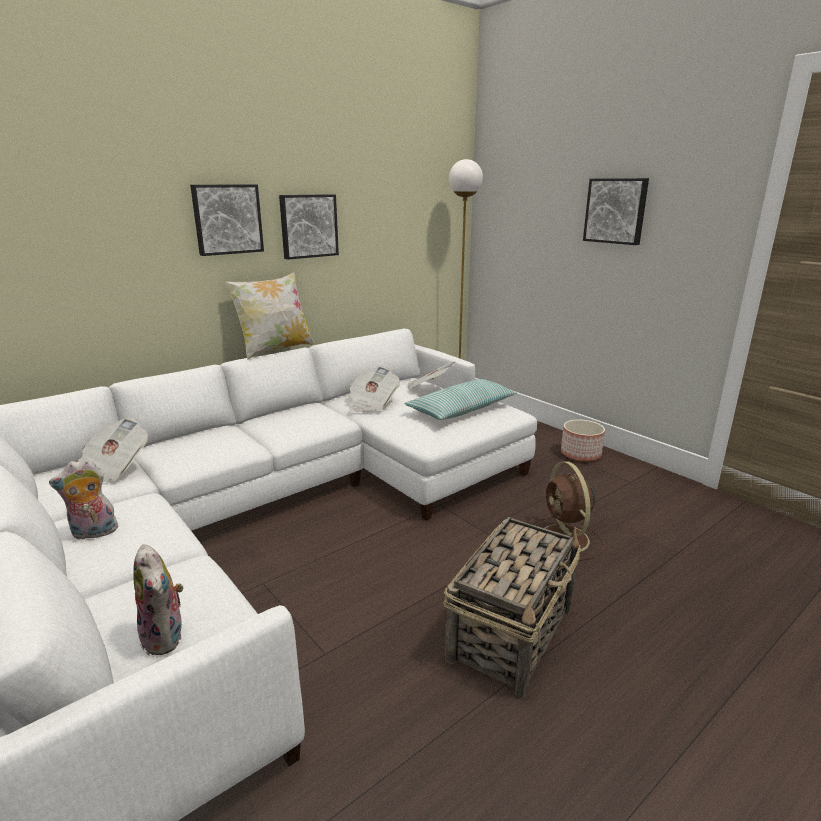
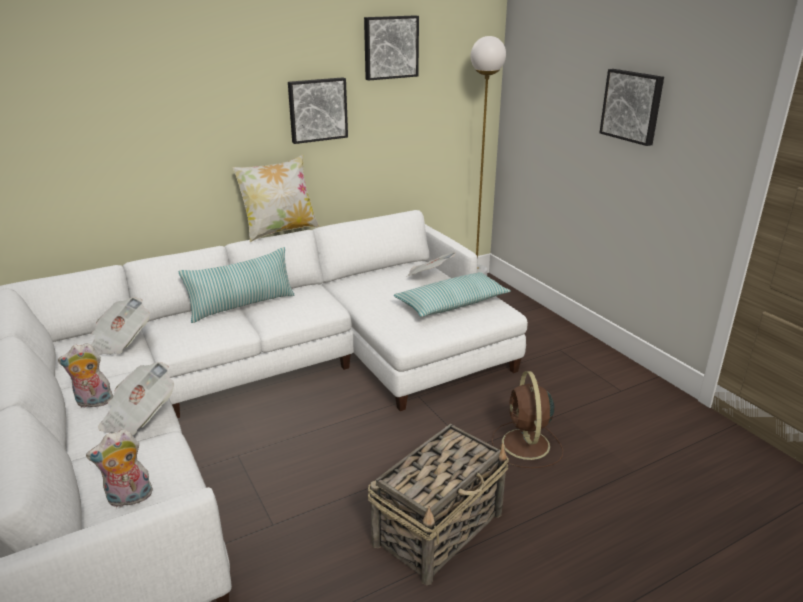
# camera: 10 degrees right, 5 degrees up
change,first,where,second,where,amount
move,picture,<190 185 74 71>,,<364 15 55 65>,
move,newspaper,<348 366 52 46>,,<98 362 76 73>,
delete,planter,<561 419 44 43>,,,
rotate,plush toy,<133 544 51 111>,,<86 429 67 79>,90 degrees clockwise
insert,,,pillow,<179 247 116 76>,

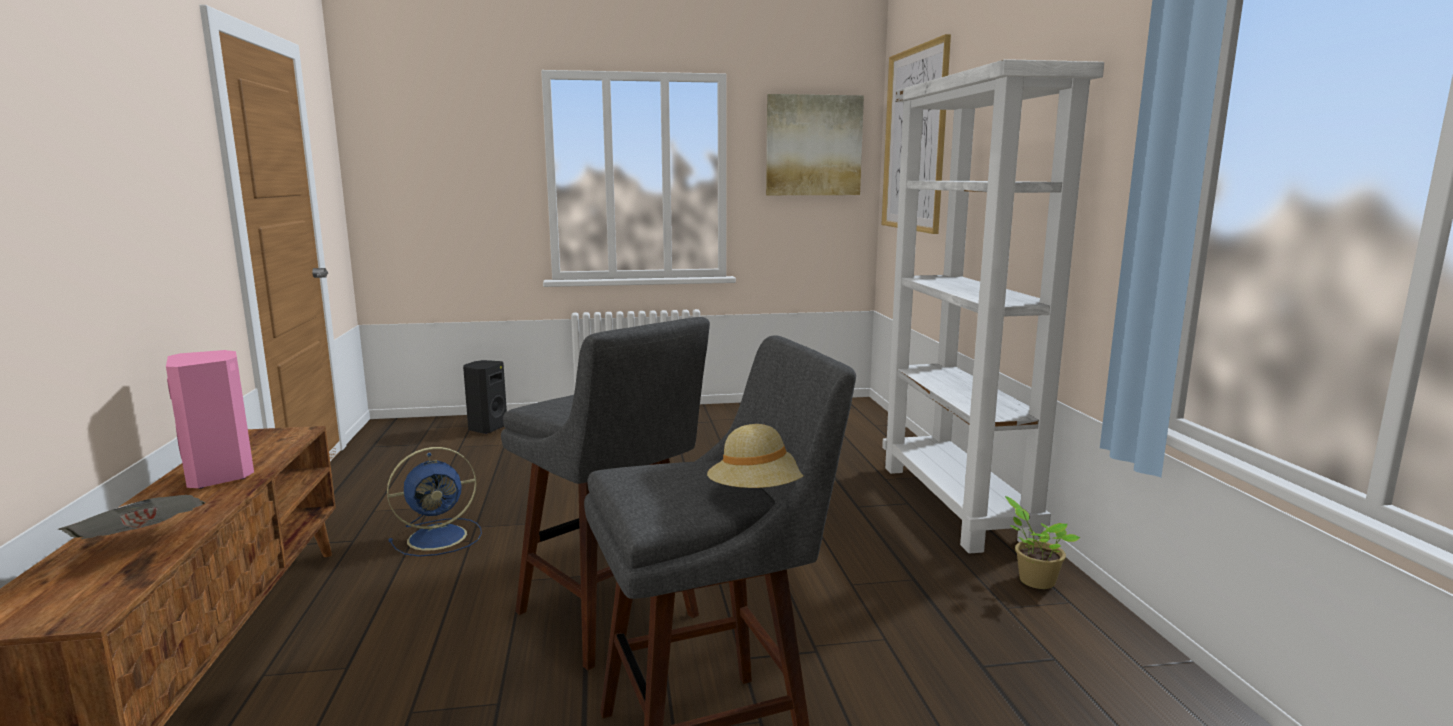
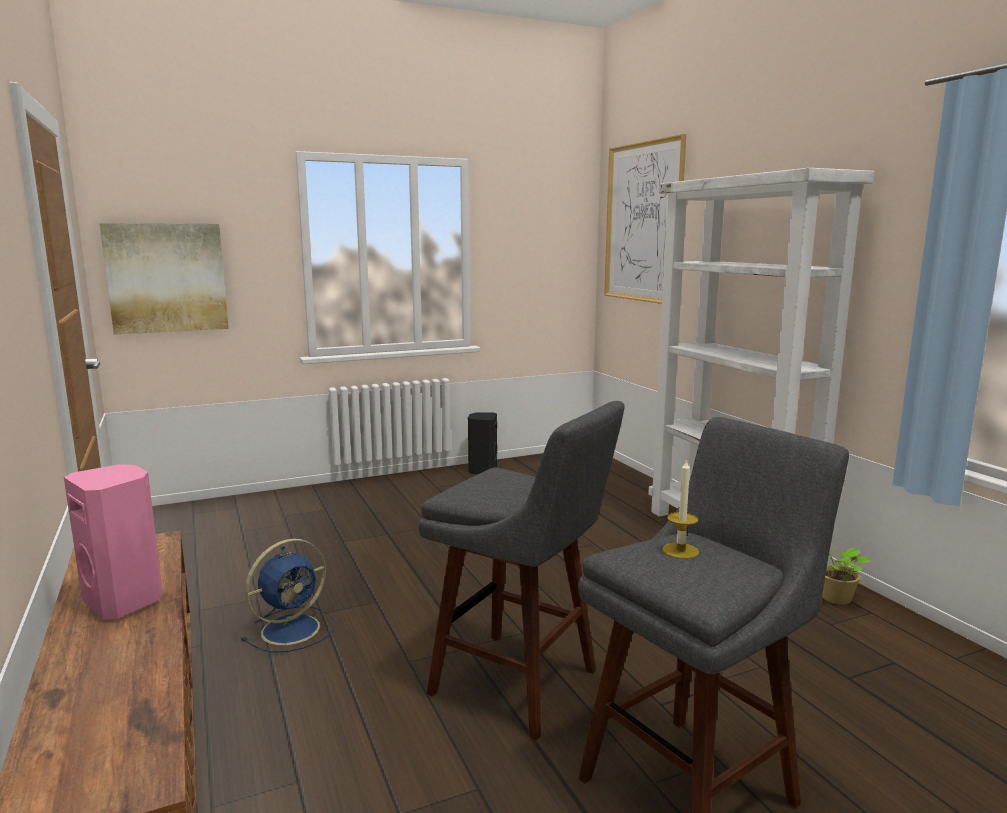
# camera: 15 degrees left, 0 degrees up
change,first,where,second,where,amount
move,picture,<766 94 98 101>,,<100 223 129 111>,
move,black speaker,<463 360 44 74>,,<468 412 29 62>,
delete,beige hat,<707 424 96 64>,,,
delete,newspaper,<57 495 148 44>,,,
insert,,,candle,<662 458 37 101>,

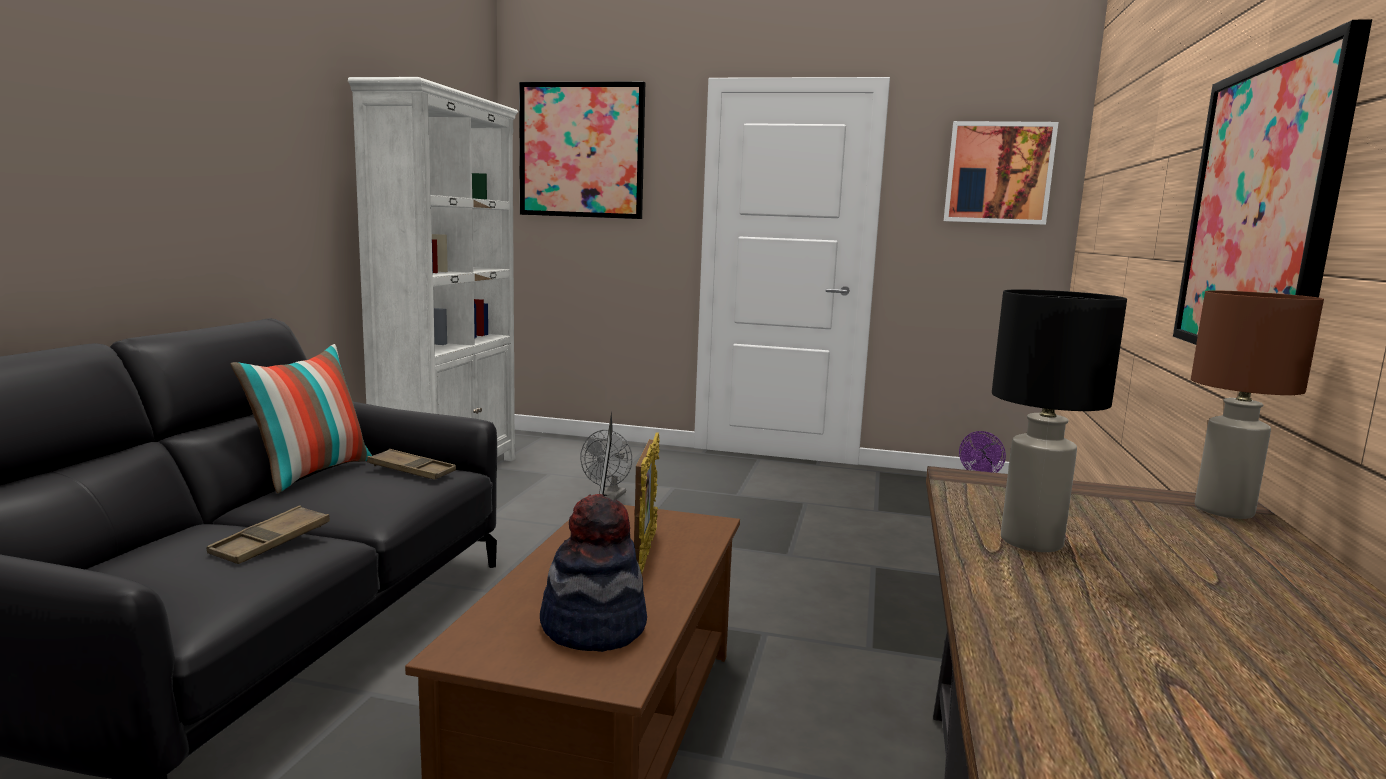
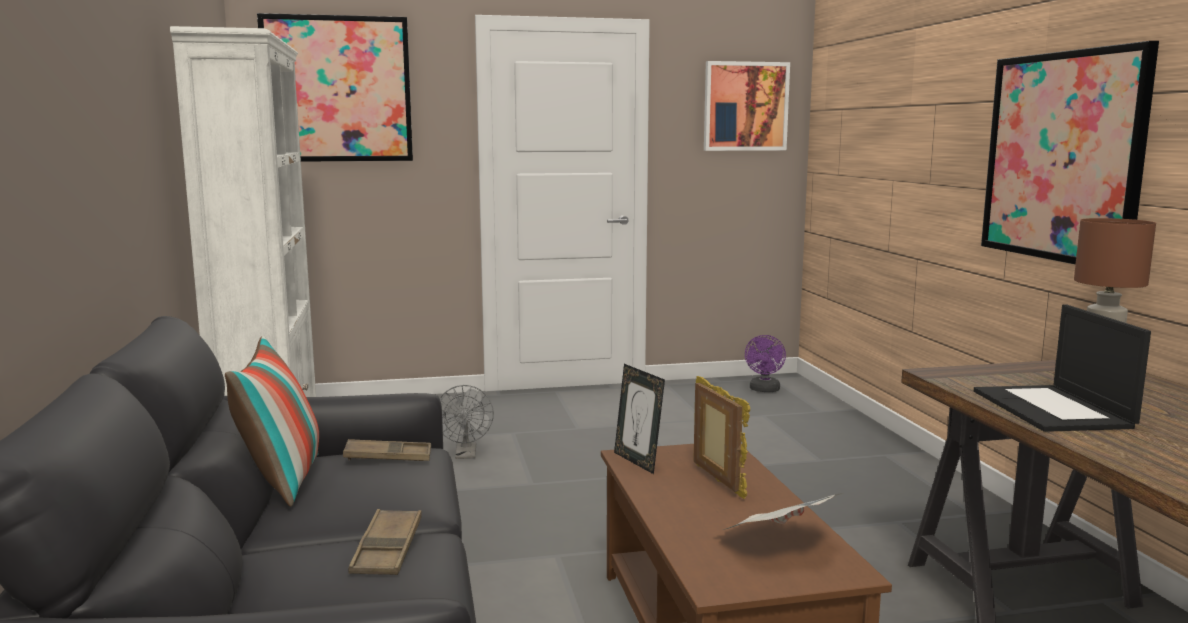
# camera: 25 degrees left, 0 degrees up
change,first,where,second,where,amount
replace,black table lamp,<992 289 135 263>,laptop,<974 304 177 128>,
replace,hat,<540 494 107 158>,newspaper,<723 493 120 37>,

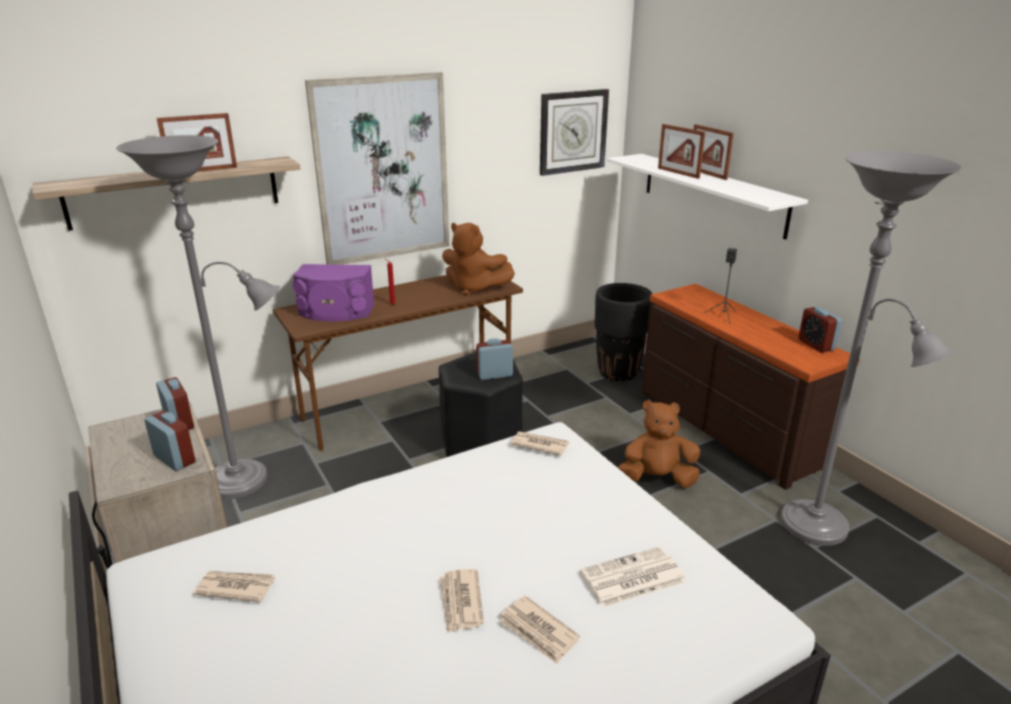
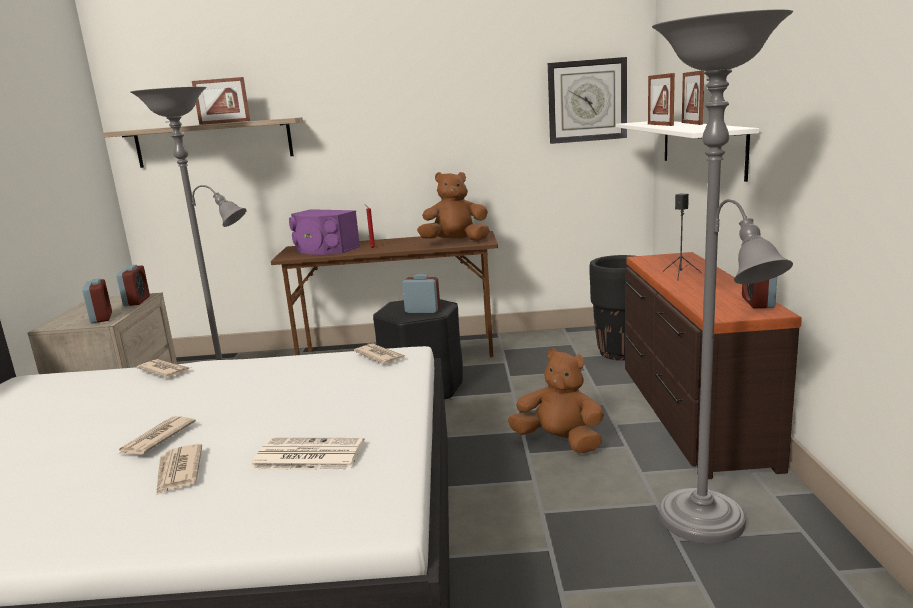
# camera: 30 degrees right, 10 degrees down
change,first,where,second,where,amount
delete,picture,<305 72 144 193>,,,
rotate,brown plush toy,<442 223 73 73>,,<417 172 73 69>,120 degrees clockwise
move,newspaper,<193 571 82 31>,,<137 359 53 19>,

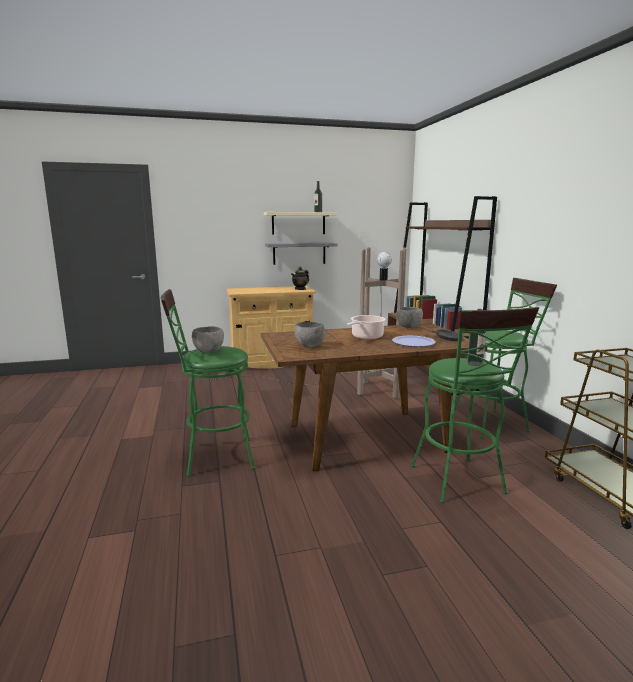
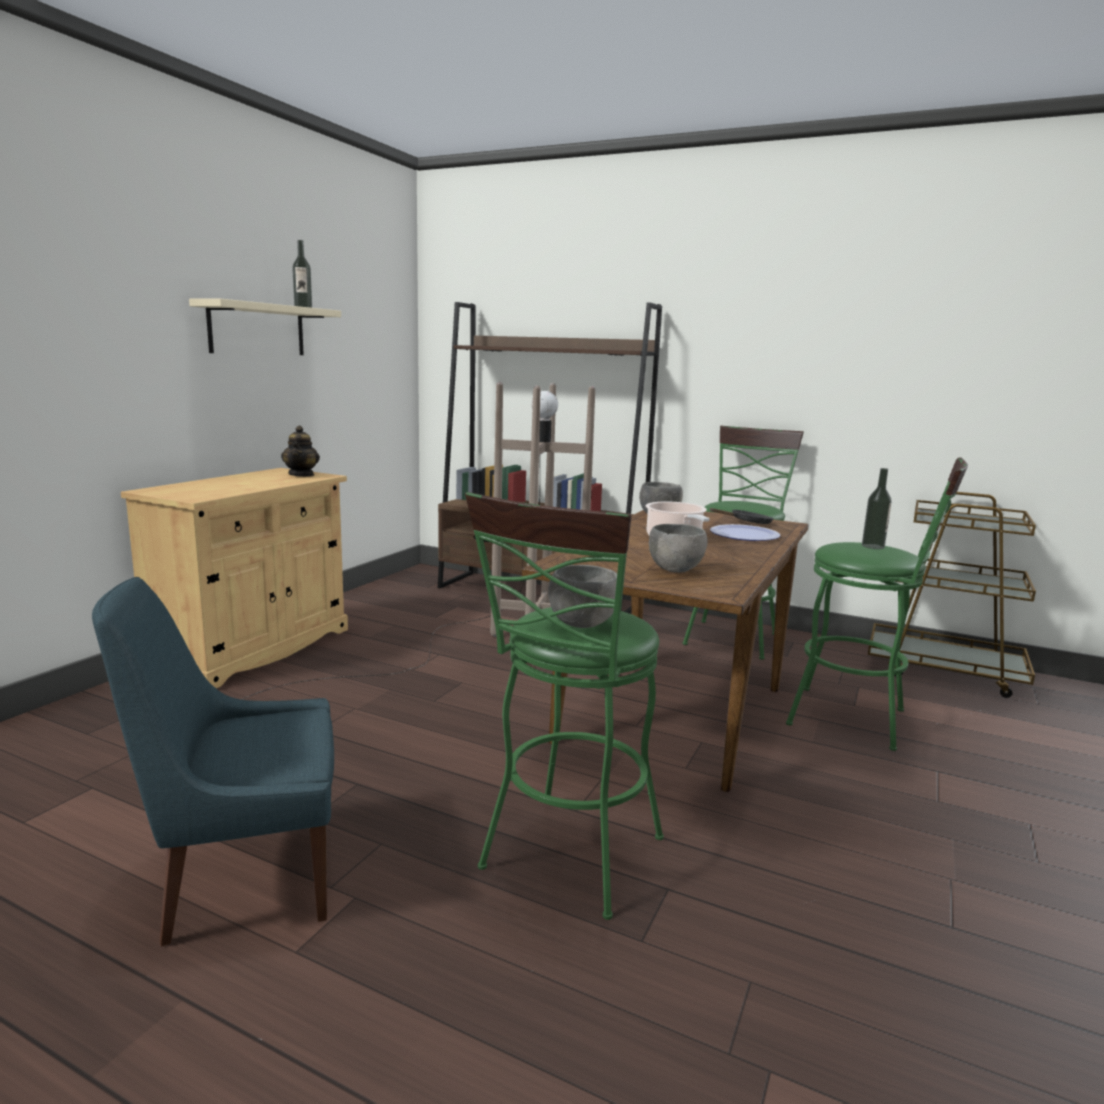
# camera: 50 degrees left, 0 degrees up
change,first,where,second,where,amount
delete,grey shelf,<265 243 73 22>,,,
insert,,,blue chair,<92 577 242 370>,

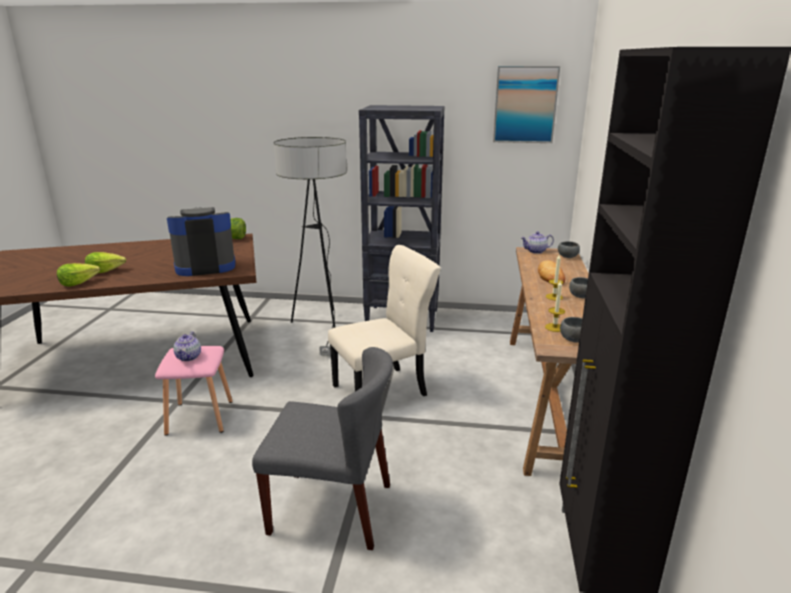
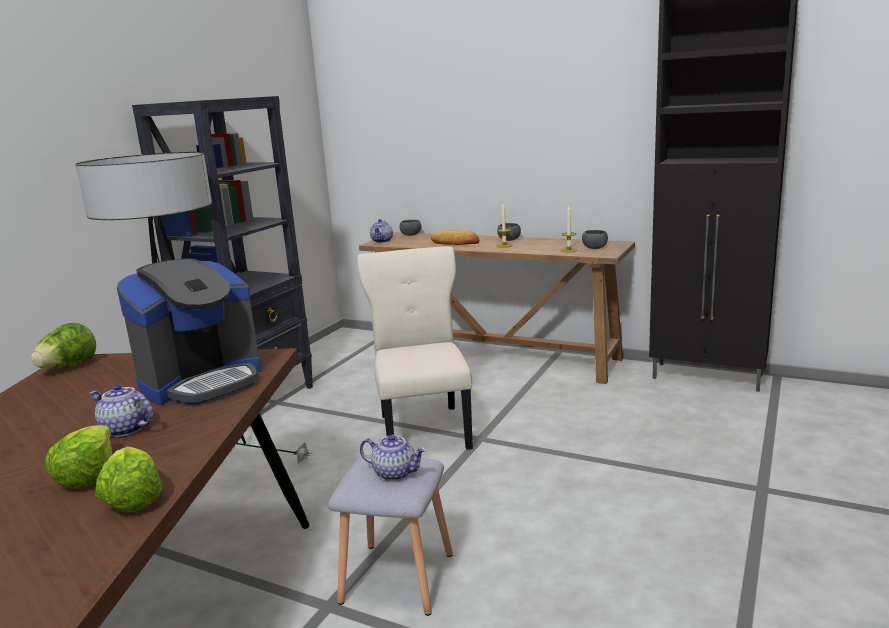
# camera: 70 degrees left, 5 degrees down
change,first,where,second,where,amount
delete,picture,<493 66 67 77>,,,
rotate,coffee machine,<167 207 68 69>,,<117 259 145 147>,135 degrees counterclockwise
recolor,pink stool,<155 346 77 90>,grey stool,<328 455 125 161>,
delete,grey chair,<252 347 141 203>,,,
insert,,,teapot,<89 384 65 53>,

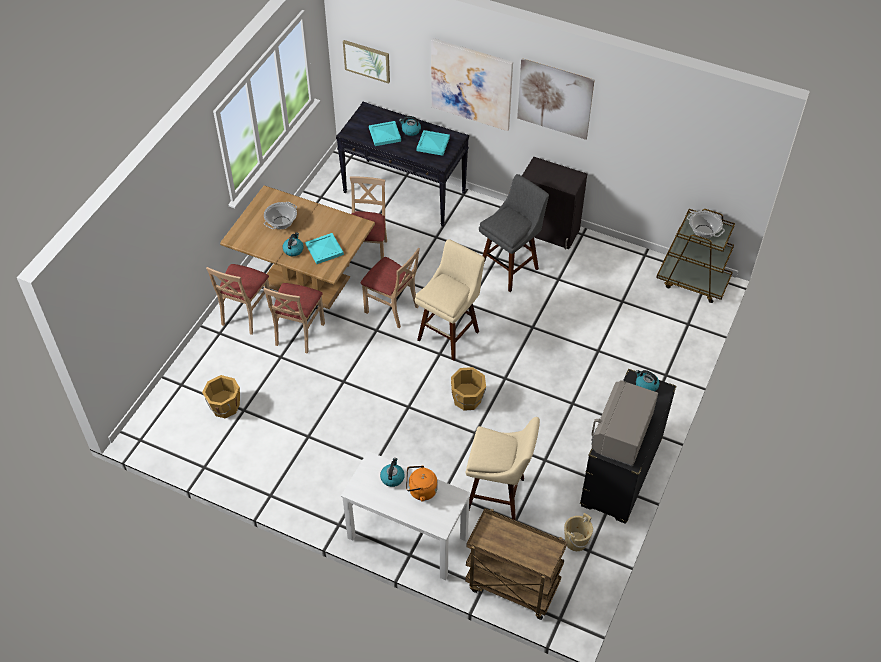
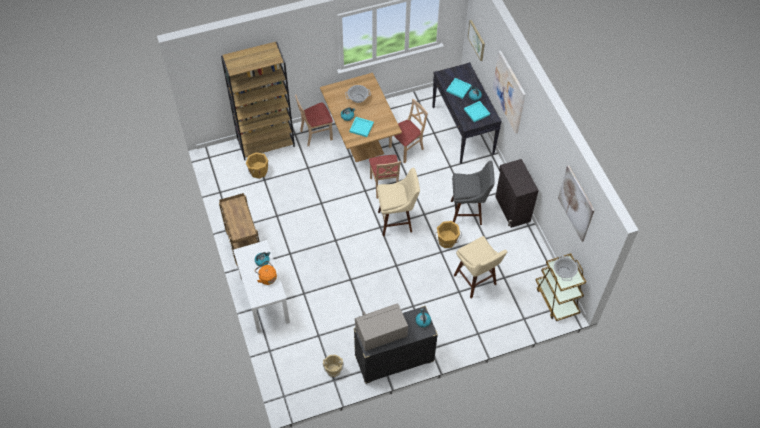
# camera: 45 degrees right, 5 degrees up
change,first,where,second,where,amount
move,picture,<517 58 78 82>,,<558 166 37 76>,
delete,beige chair,<264 283 61 71>,,,
move,orange bucket,<451 367 35 44>,,<435 221 27 27>,
move,beige stool,<466 417 74 103>,,<454 236 53 62>,
move,brown cart,<465 508 103 112>,,<219 193 41 74>,
insert,,,brown bookcase,<221 42 74 118>,

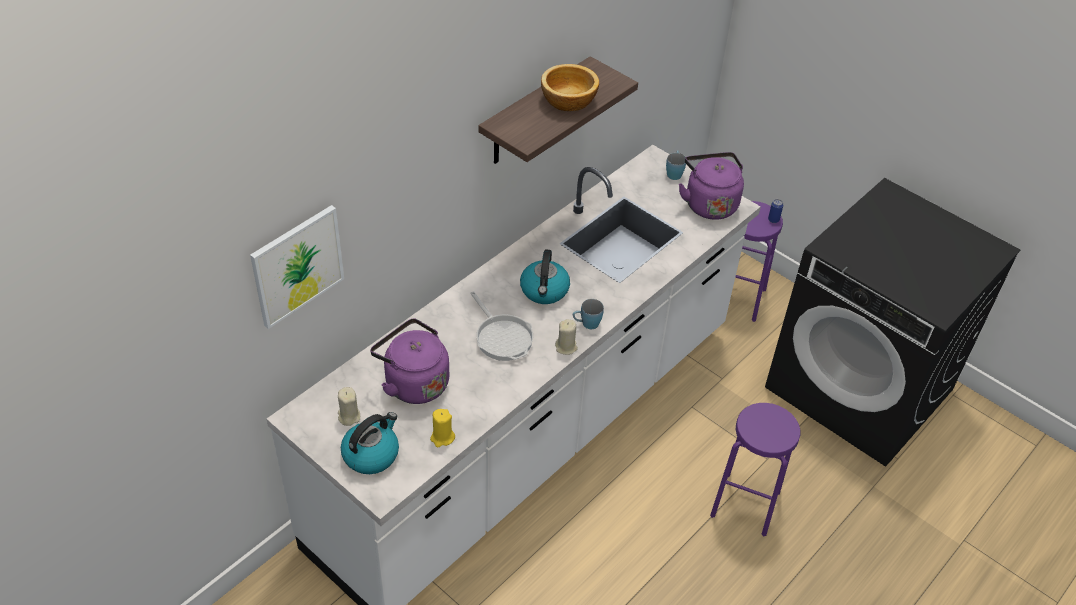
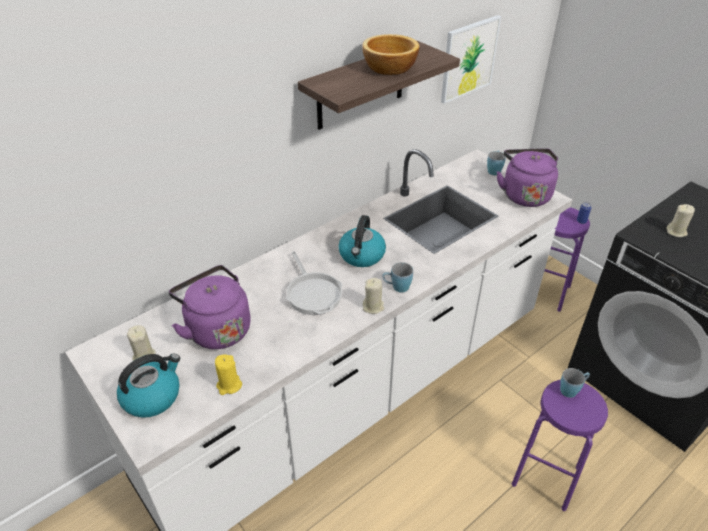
# camera: 10 degrees right, 5 degrees down
change,first,where,second,where,amount
move,picture,<250 205 94 124>,,<441 15 60 89>,
insert,,,beige candle,<666 204 29 33>,
insert,,,blue mug,<560 368 30 30>,

